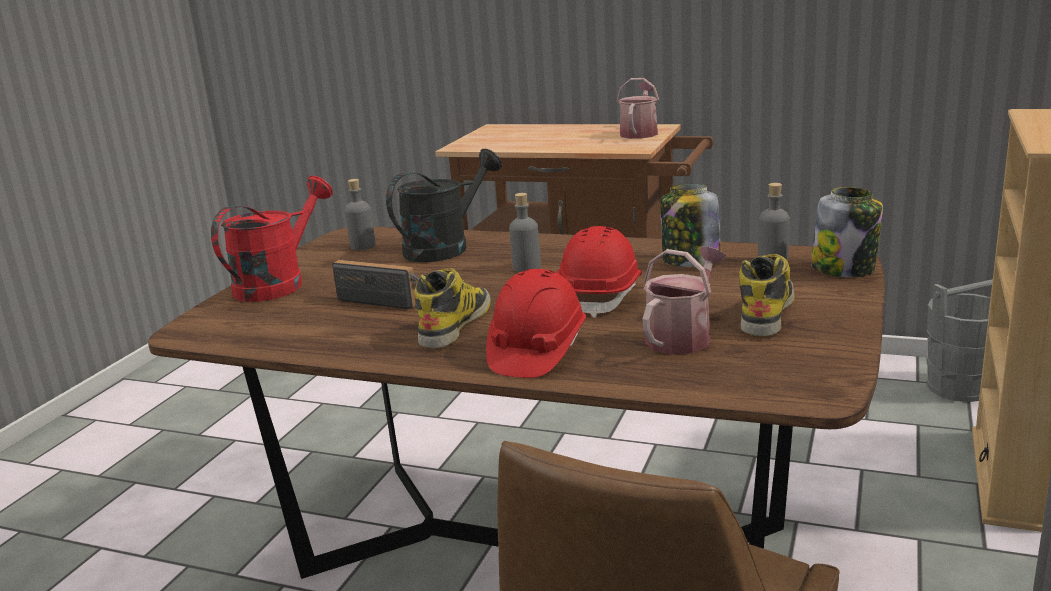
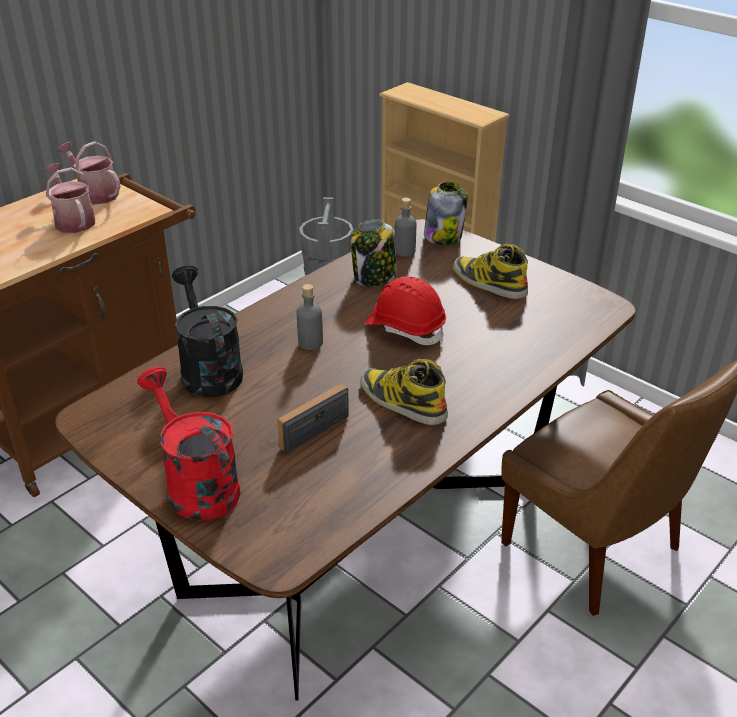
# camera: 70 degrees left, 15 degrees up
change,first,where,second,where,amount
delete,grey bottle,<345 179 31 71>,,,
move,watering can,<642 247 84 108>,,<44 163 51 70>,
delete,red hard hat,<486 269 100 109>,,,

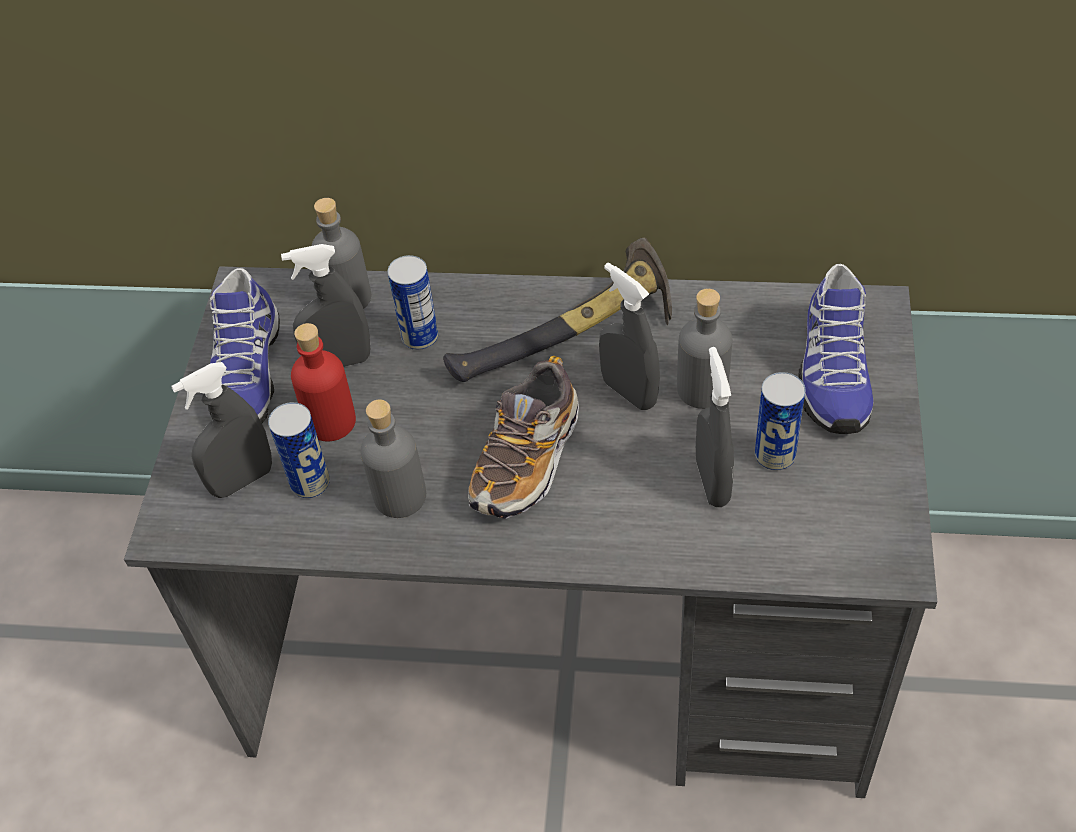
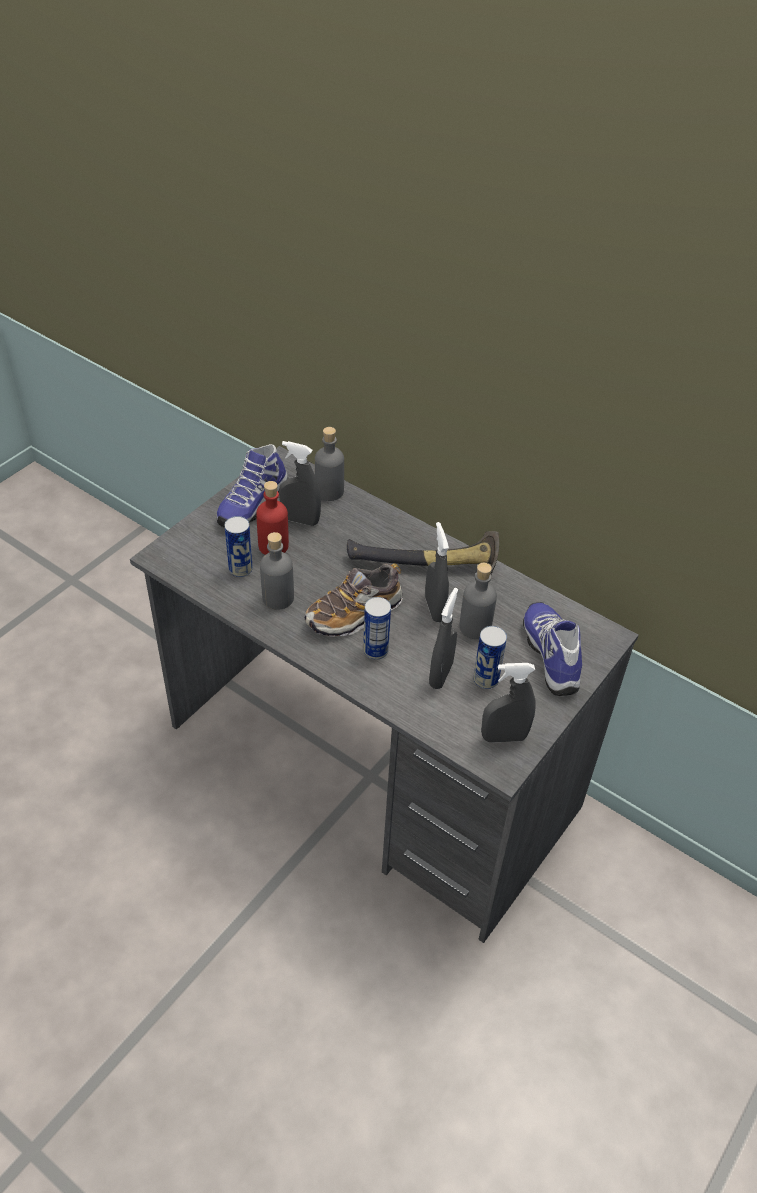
# camera: 25 degrees right, 5 degrees down
change,first,where,second,where,amount
move,can,<388 255 50 95>,,<363 597 28 63>,
rotate,shoe,<798 264 76 170>,,<523 602 59 94>,135 degrees clockwise
move,grey spray bottle,<171 362 101 136>,,<481 663 54 80>,

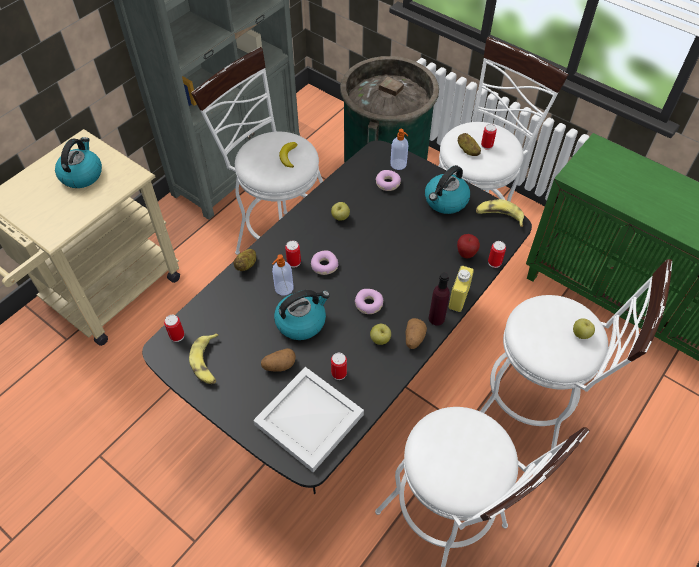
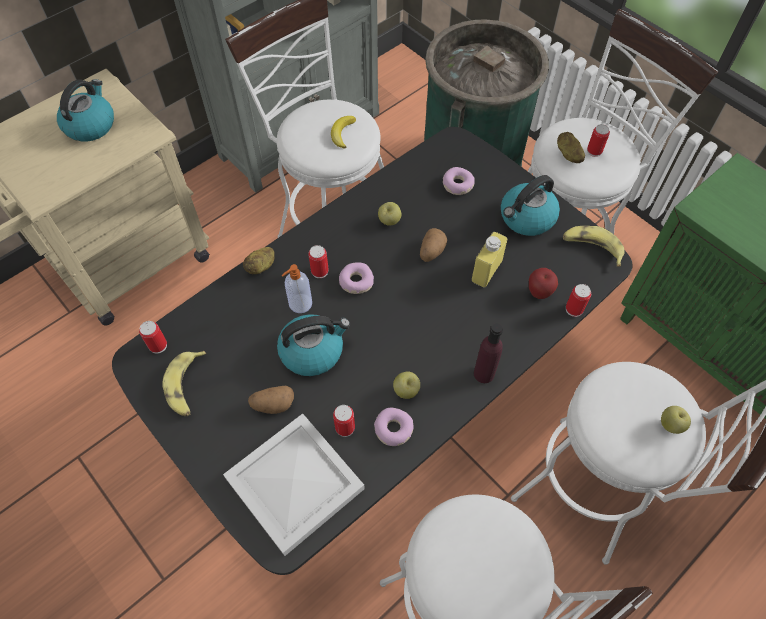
# camera: 10 degrees right, 5 degrees up
change,first,where,second,where,amount
delete,soap dispenser,<390 129 19 41>,,,
move,yellow bottle,<449 266 25 46>,,<472 232 35 56>,
move,donut,<355 289 28 25>,,<374 408 40 38>,
move,potato,<406 318 21 31>,,<420 228 27 34>,

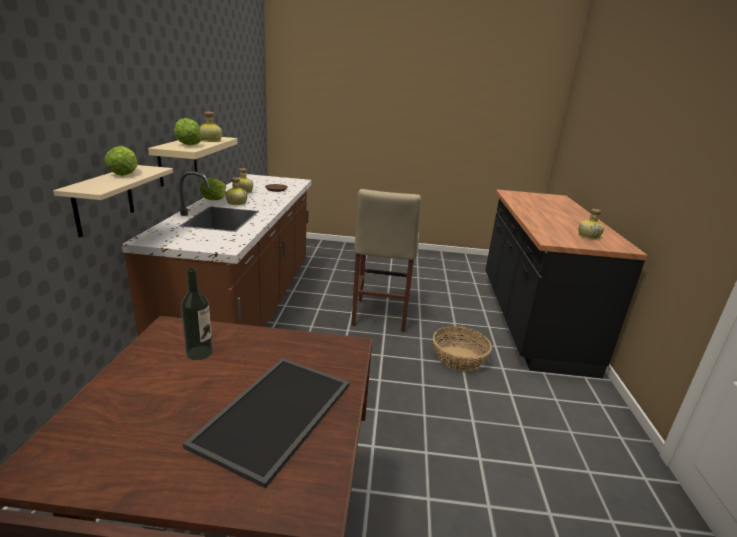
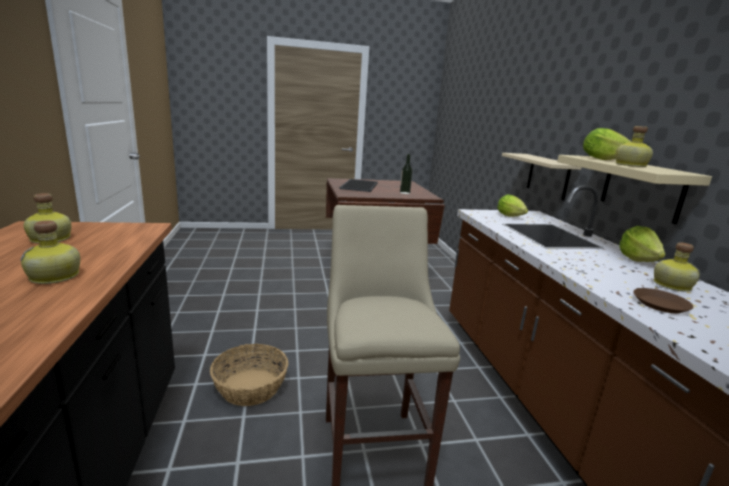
# camera: 165 degrees right, 5 degrees down
change,first,where,second,where,amount
move,lettuce,<104 146 34 30>,,<497 194 31 22>,
move,bottle,<225 177 22 28>,,<20 220 60 64>,

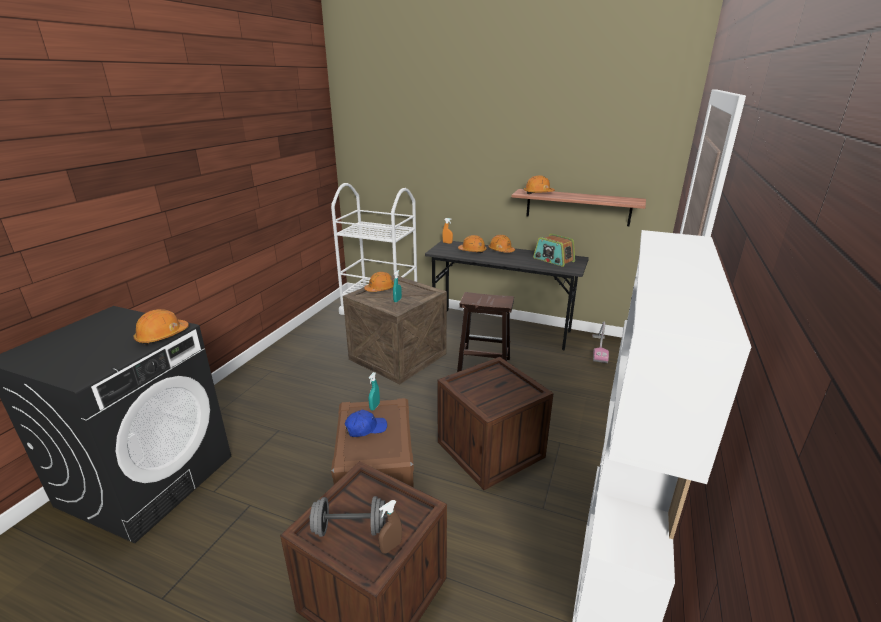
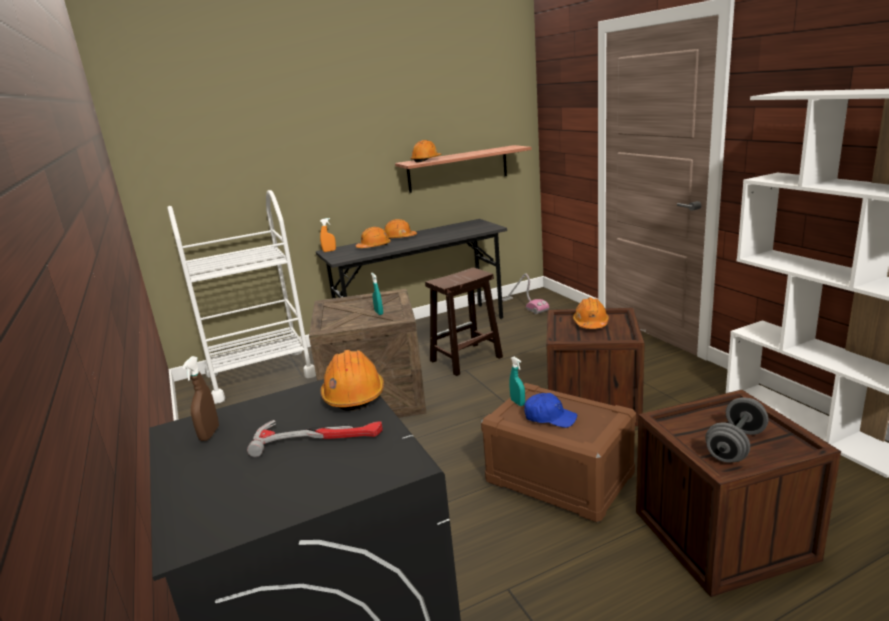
# camera: 45 degrees left, 5 degrees down
change,first,where,second,where,amount
delete,radio,<533 234 42 33>,,,
move,orange hard hat,<364 272 30 20>,,<573 298 36 31>,
rotate,blue cap,<345 410 42 27>,,<524 393 53 35>,90 degrees clockwise
move,brown spray bottle,<378 500 24 54>,,<182 356 37 85>,
insert,,,hammer,<247 420 136 37>,

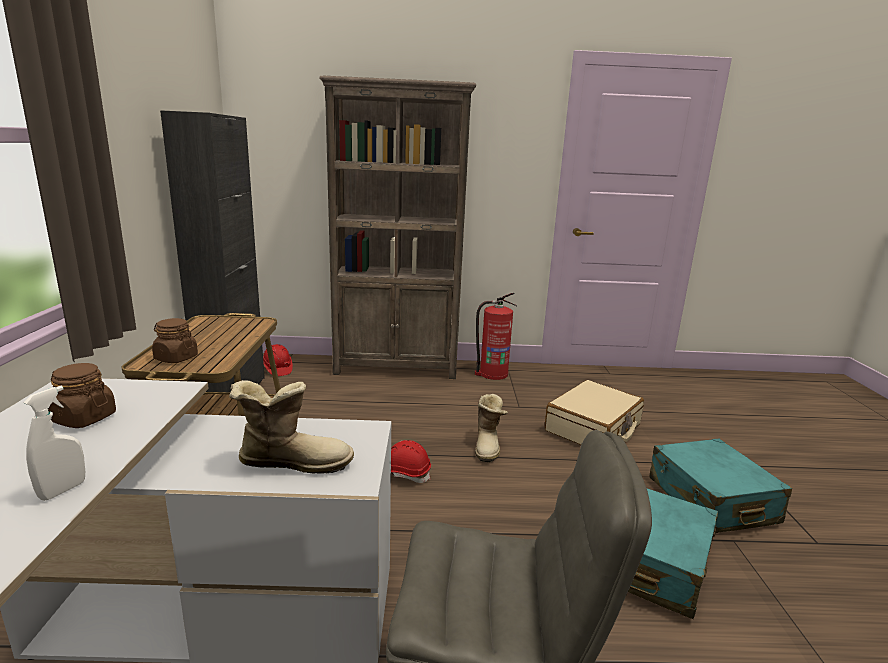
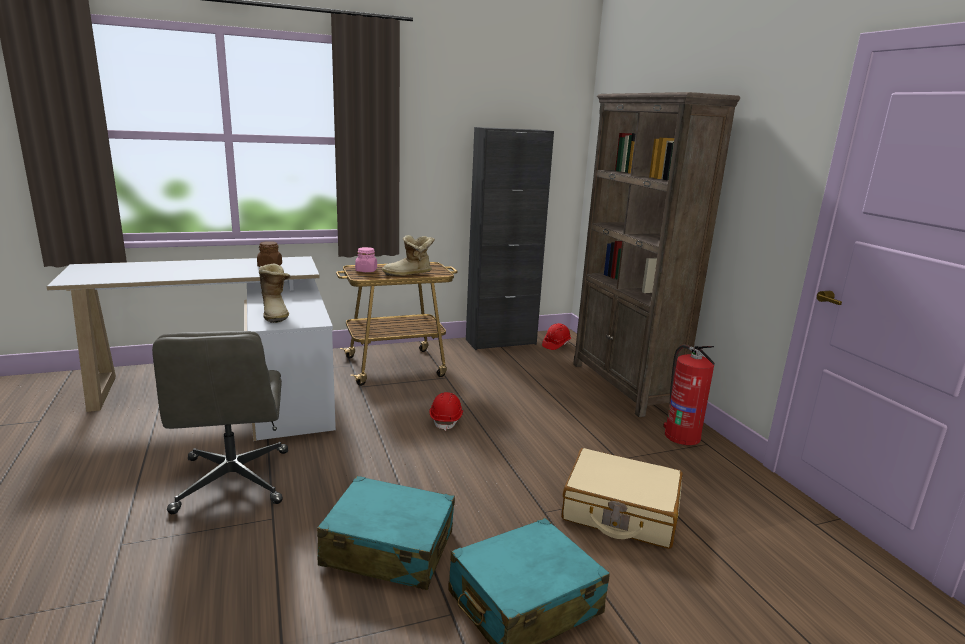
# camera: 70 degrees right, 0 degrees up
change,first,where,second,where,amount
recolor,brown jar,<152 318 46 45>,pink jar,<355 247 22 25>,
delete,white spray bottle,<23 386 62 115>,,,
move,boot,<475 394 33 68>,,<382 235 53 41>,

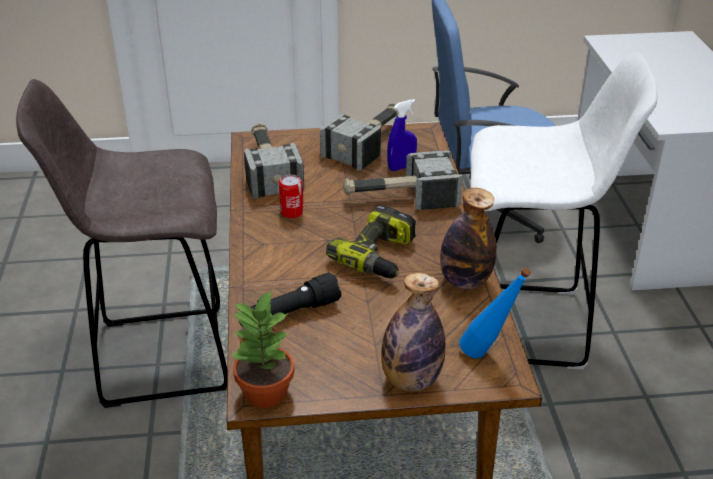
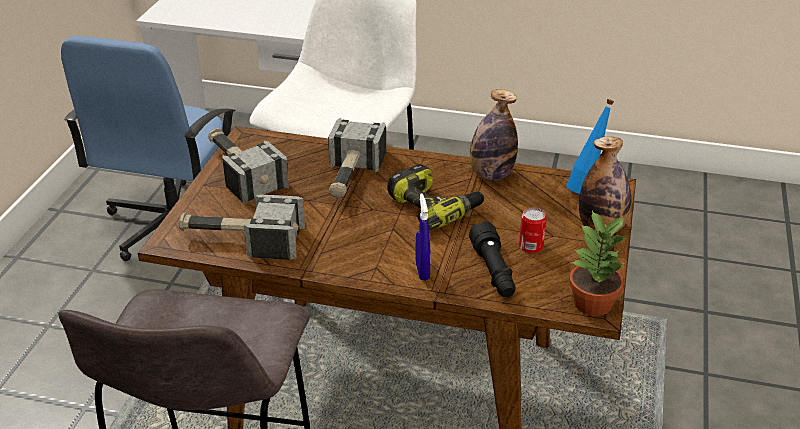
# camera: 70 degrees left, 0 degrees up
change,first,where,second,where,amount
move,blue spray bottle,<387 99 30 72>,,<415 194 16 87>,
move,can,<279 175 25 44>,,<519 208 28 46>,

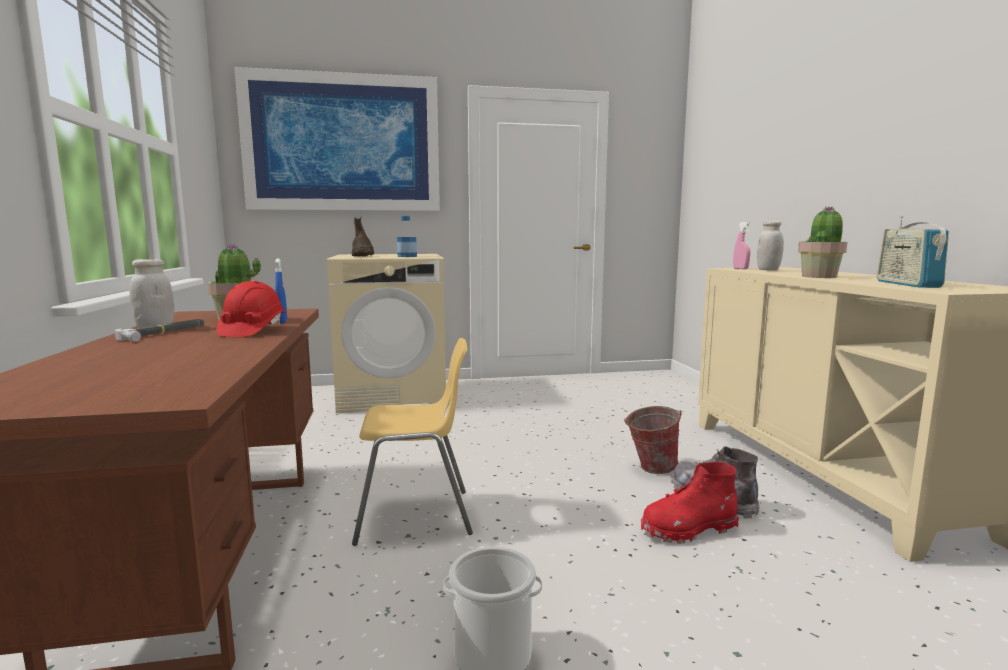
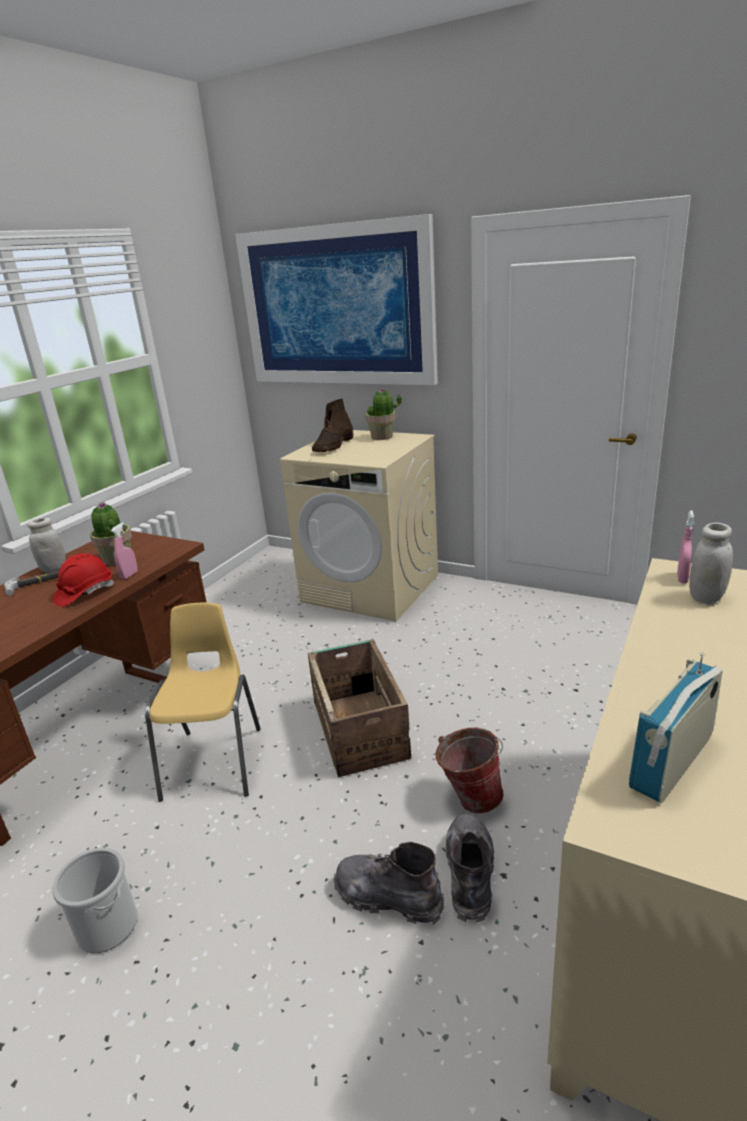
# camera: 40 degrees right, 15 degrees up
change,first,where,second,where,amount
move,potted plant,<798 206 49 72>,,<366 388 36 52>,
delete,bottle,<397 216 20 41>,,,
recolor,blue spray bottle,<275 258 12 65>,pink spray bottle,<111 523 27 56>,
rotate,yellow chair,<352 338 121 208>,,<145 603 116 199>,120 degrees counterclockwise
recolor,red boot,<641 462 98 82>,grey boot,<333 842 111 82>,
insert,,,crate,<308 639 103 138>,

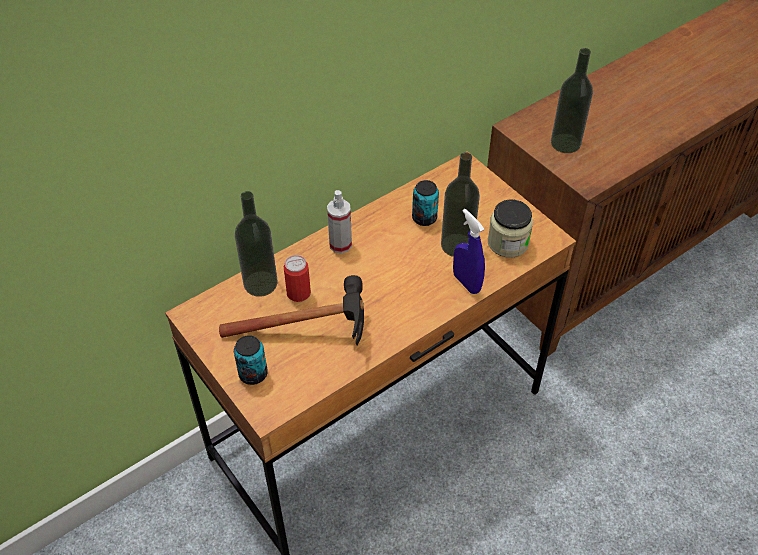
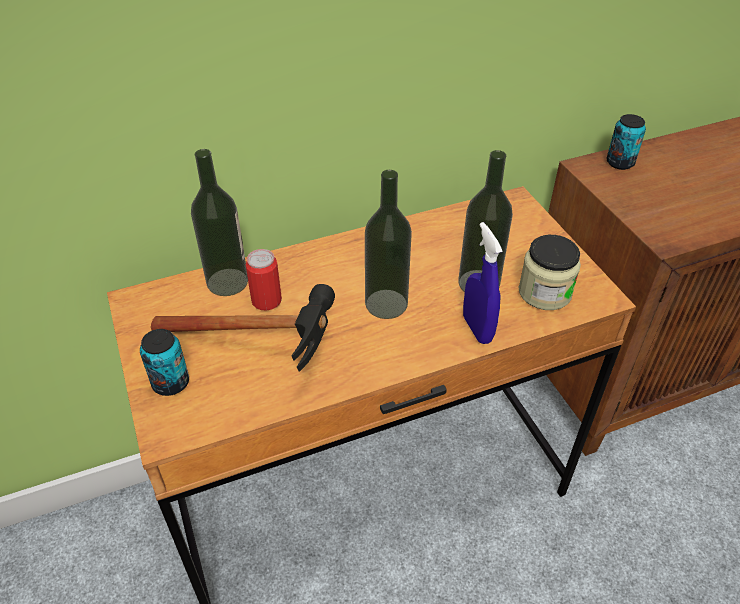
# camera: 15 degrees right, 5 degrees down
change,first,where,second,where,amount
move,bottle,<551 48 42 105>,,<365 170 47 149>,
move,can,<412 180 27 46>,,<607 114 39 56>,
delete,spray bottle,<327 190 25 64>,,,

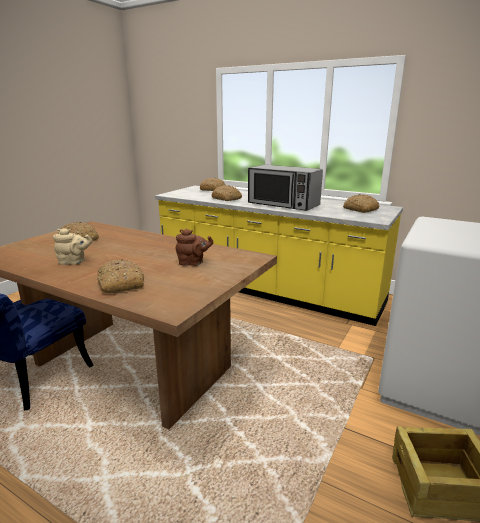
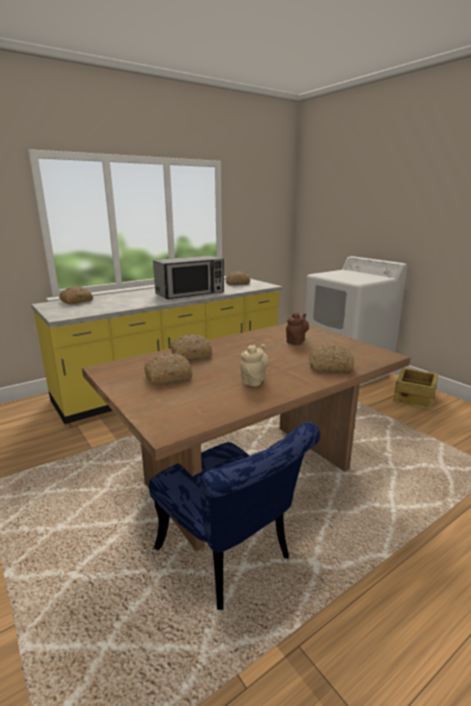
# camera: 65 degrees left, 0 degrees up
change,first,where,second,where,amount
move,bread,<211 185 31 16>,,<171 335 41 25>,

